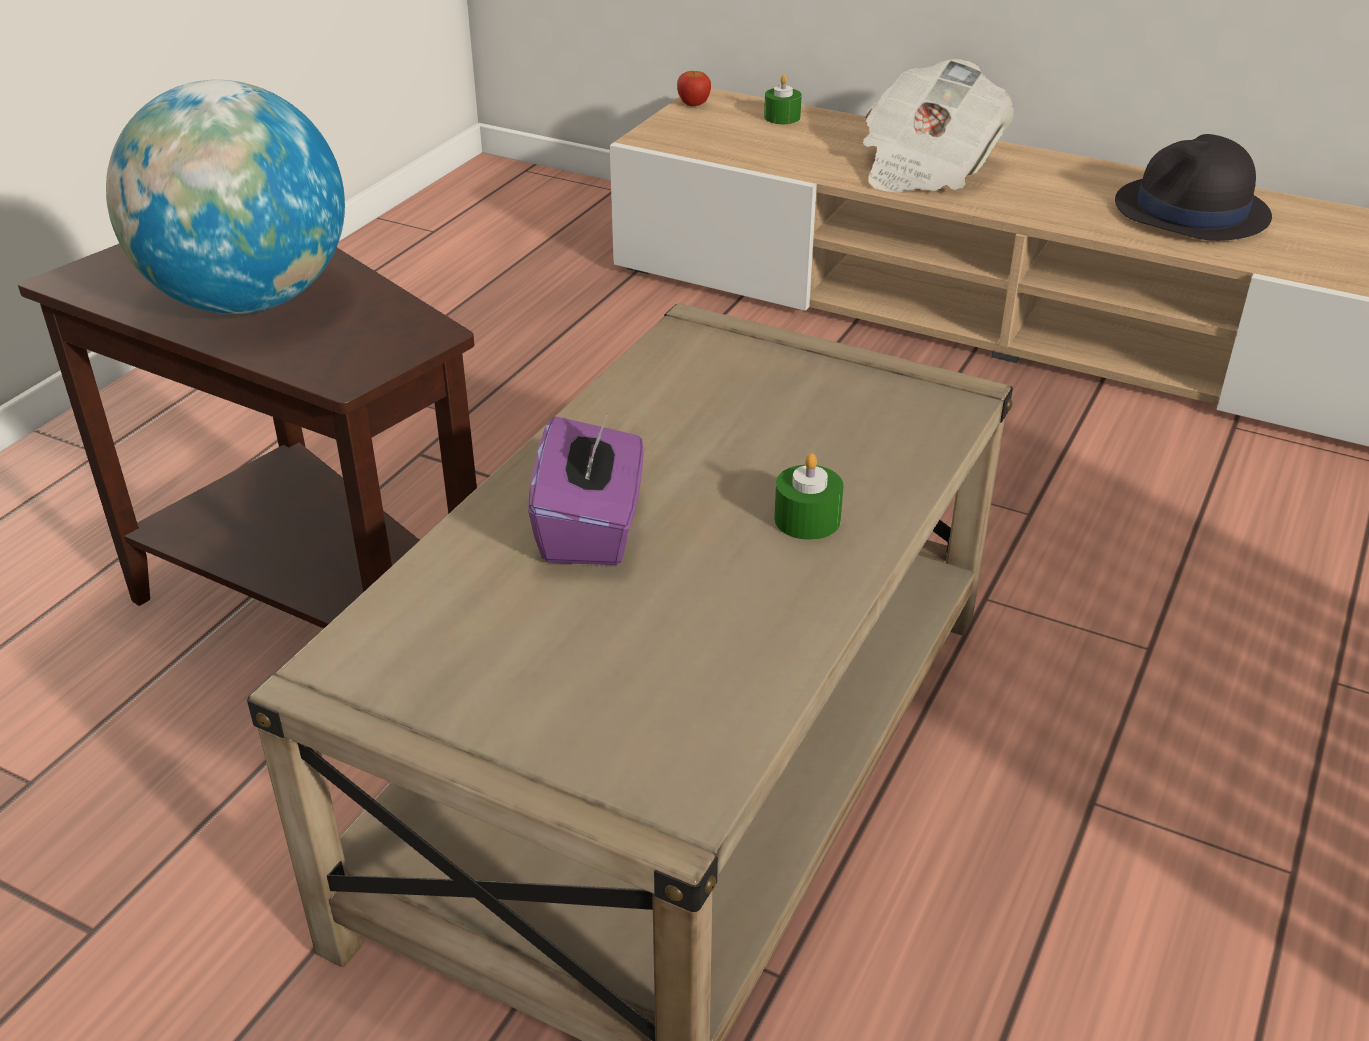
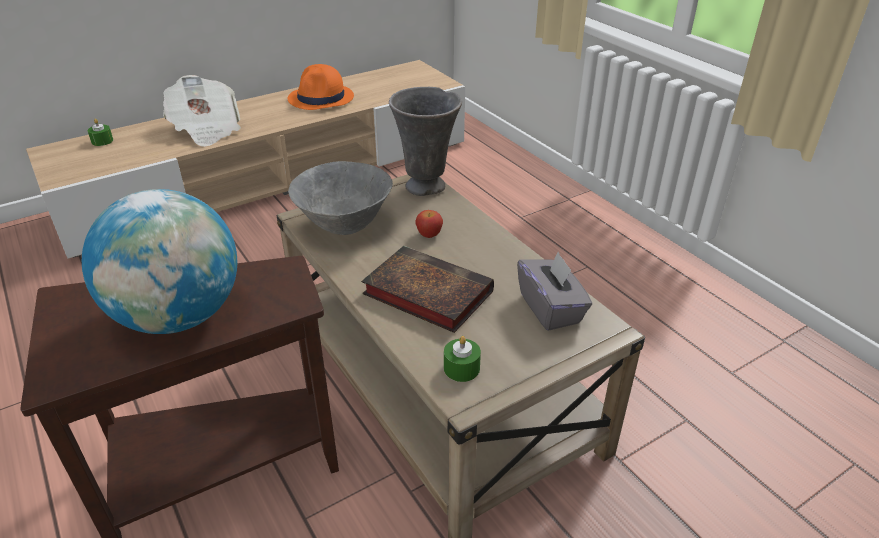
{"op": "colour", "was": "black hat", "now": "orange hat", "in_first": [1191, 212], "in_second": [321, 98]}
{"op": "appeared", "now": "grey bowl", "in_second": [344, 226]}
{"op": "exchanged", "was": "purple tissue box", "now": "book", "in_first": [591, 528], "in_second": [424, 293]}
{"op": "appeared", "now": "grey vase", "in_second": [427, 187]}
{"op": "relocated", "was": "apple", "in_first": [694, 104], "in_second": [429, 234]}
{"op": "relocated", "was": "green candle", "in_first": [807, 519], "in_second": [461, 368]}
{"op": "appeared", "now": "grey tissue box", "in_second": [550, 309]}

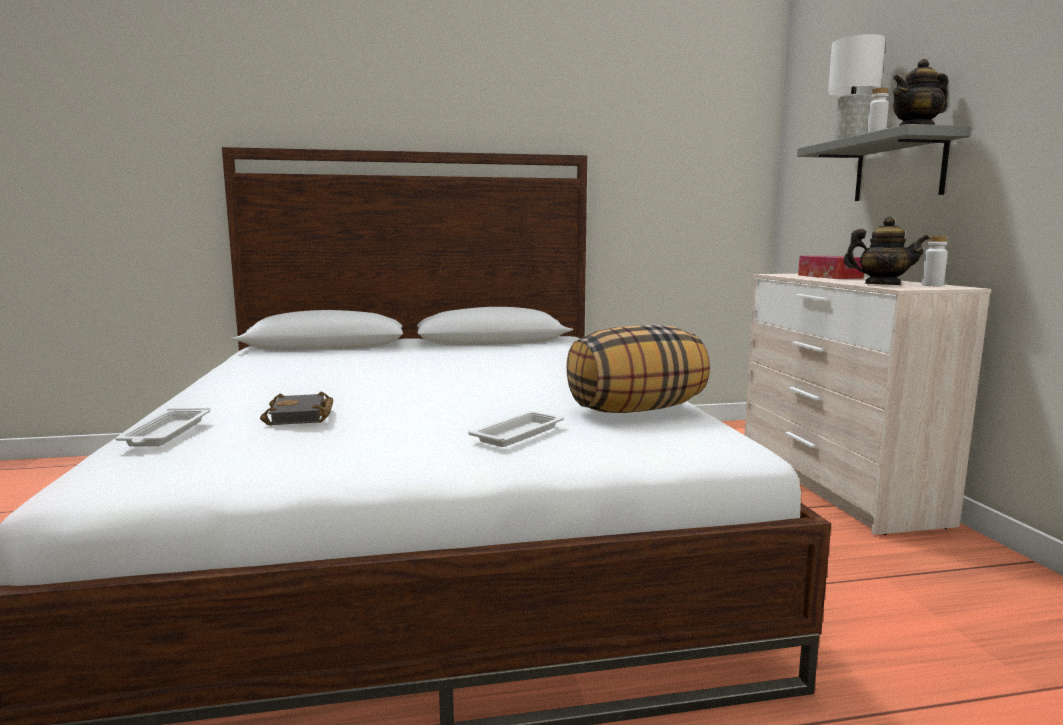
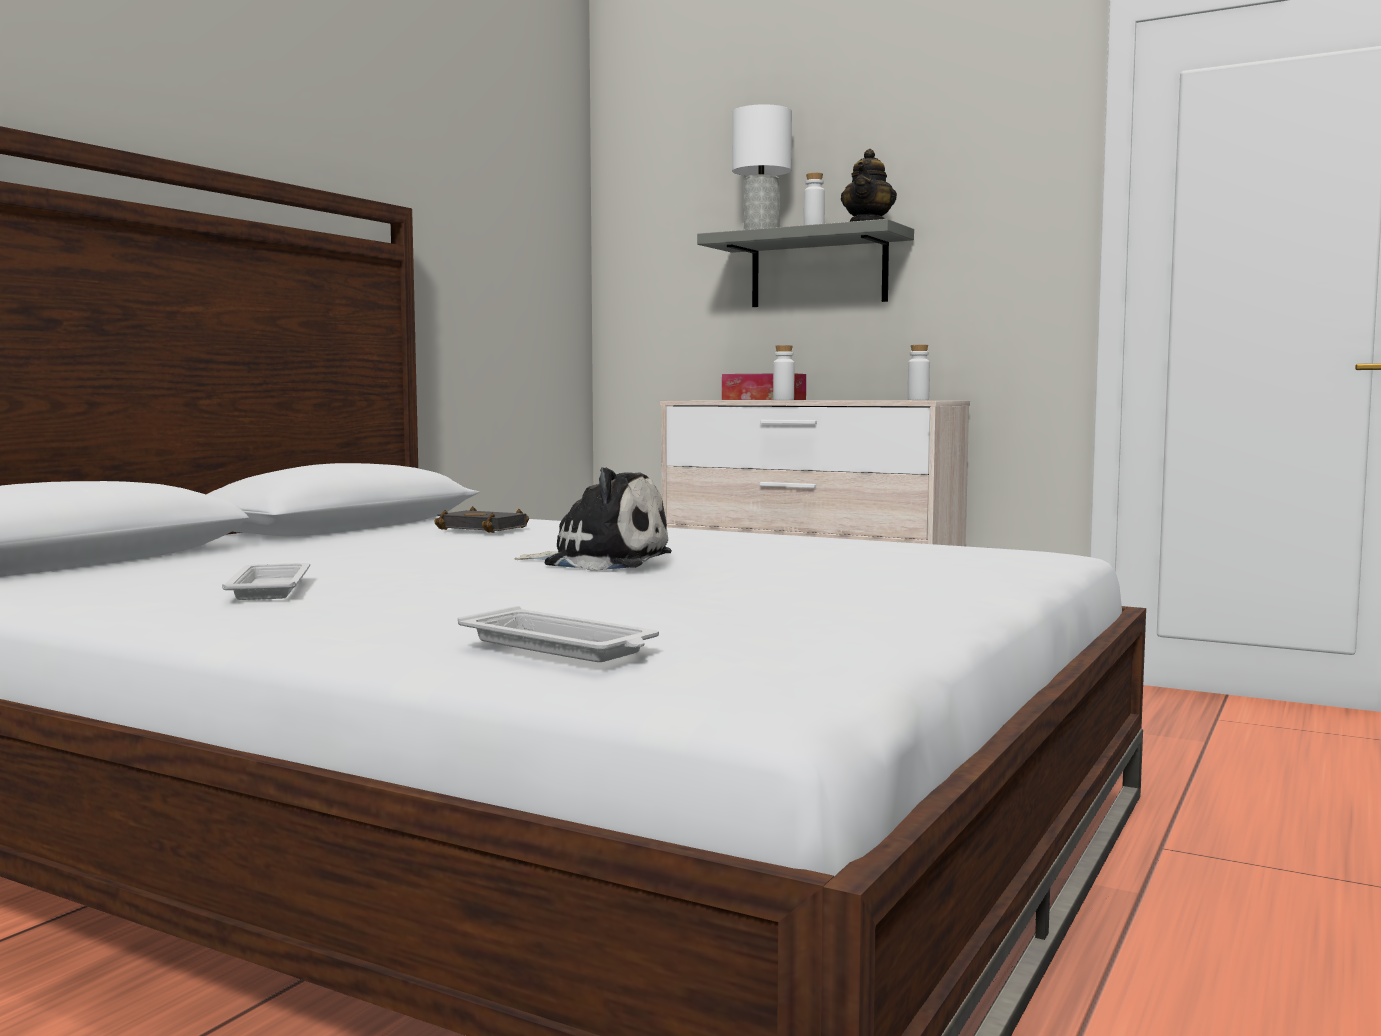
{"op": "relocated", "was": "white tray", "in_first": [519, 434], "in_second": [270, 588]}
{"op": "relocated", "was": "black book", "in_first": [302, 416], "in_second": [486, 528]}
{"op": "appeared", "now": "plush toy", "in_second": [601, 562]}
{"op": "appeared", "now": "white bottle", "in_second": [783, 400]}
{"op": "missing", "was": "pillow", "in_first": [636, 410]}
{"op": "missing", "was": "teapot", "in_first": [882, 285]}

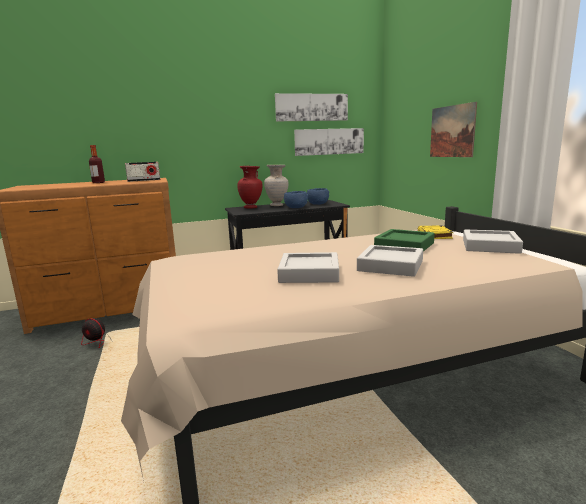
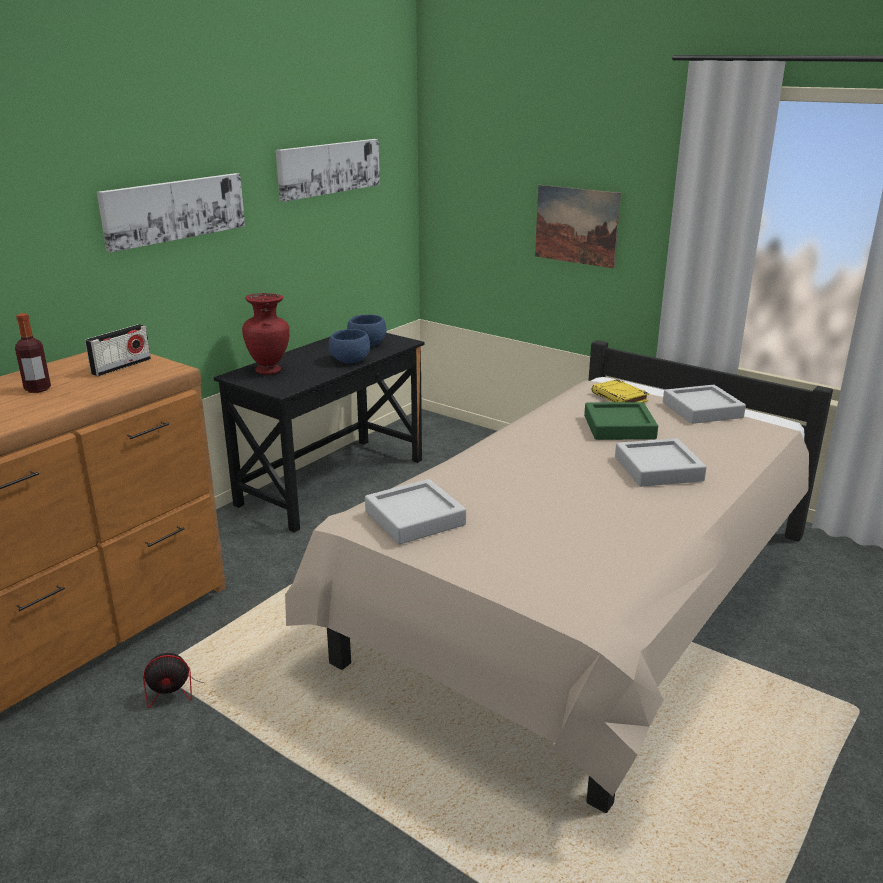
{"op": "relocated", "was": "picture", "in_first": [329, 141], "in_second": [174, 210]}
{"op": "relocated", "was": "grey tray", "in_first": [309, 273], "in_second": [415, 518]}
{"op": "missing", "was": "beige vase", "in_first": [277, 205]}

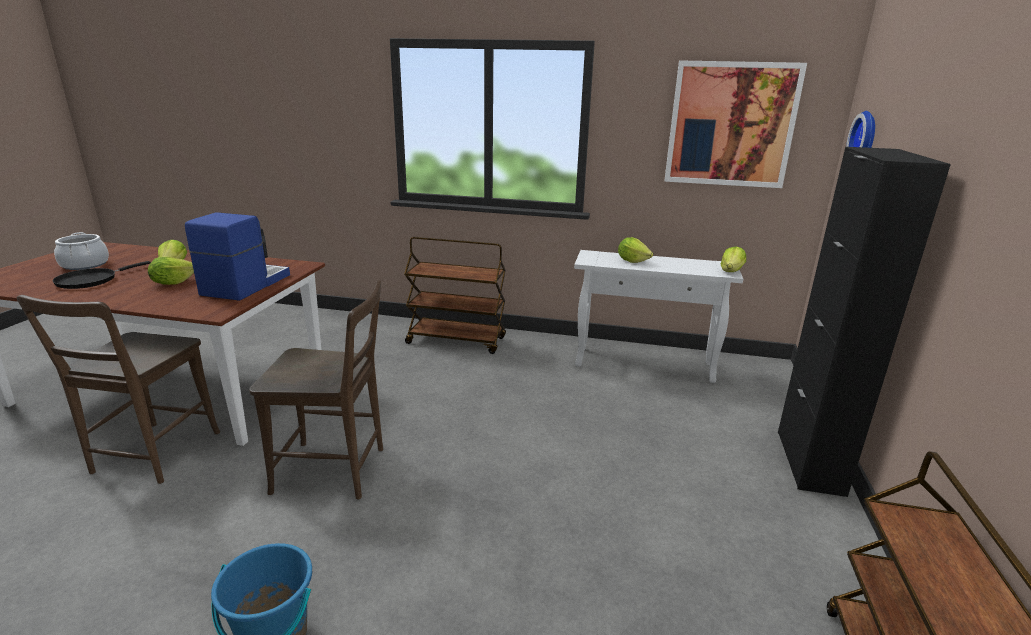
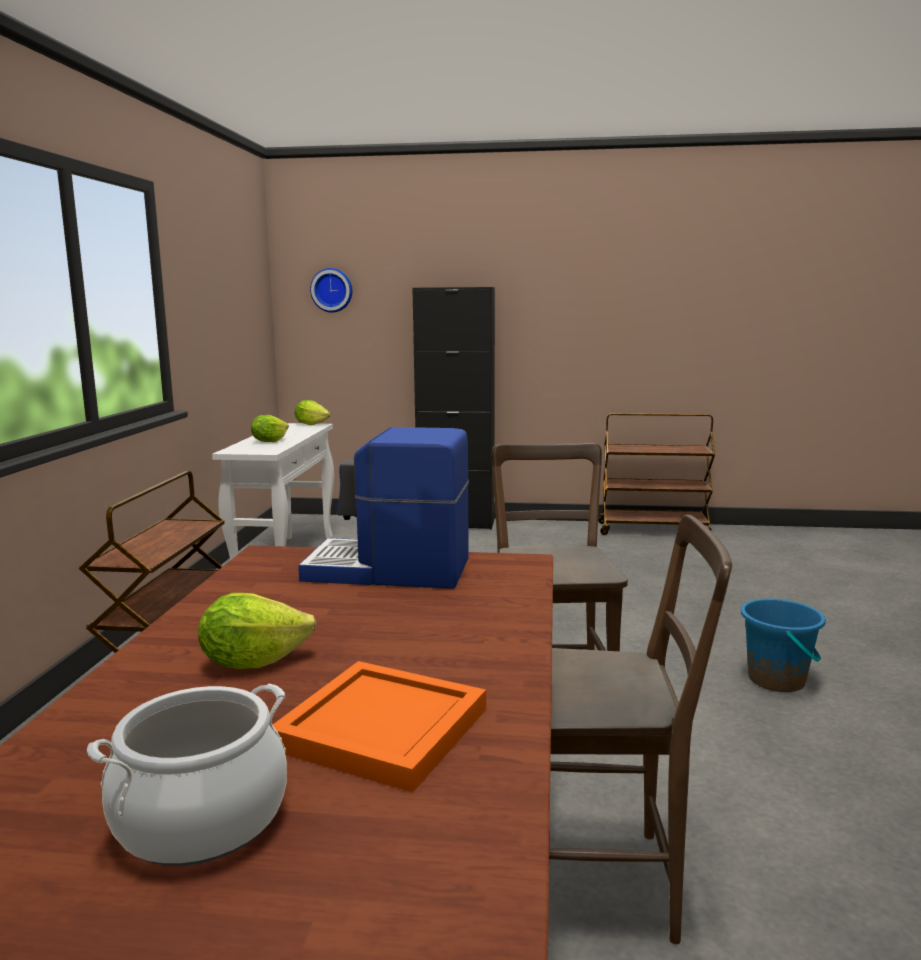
{"op": "exchanged", "was": "black frying pan", "now": "orange tray", "in_first": [91, 280], "in_second": [383, 730]}
{"op": "missing", "was": "lettuce", "in_first": [173, 283]}
{"op": "missing", "was": "picture", "in_first": [731, 125]}

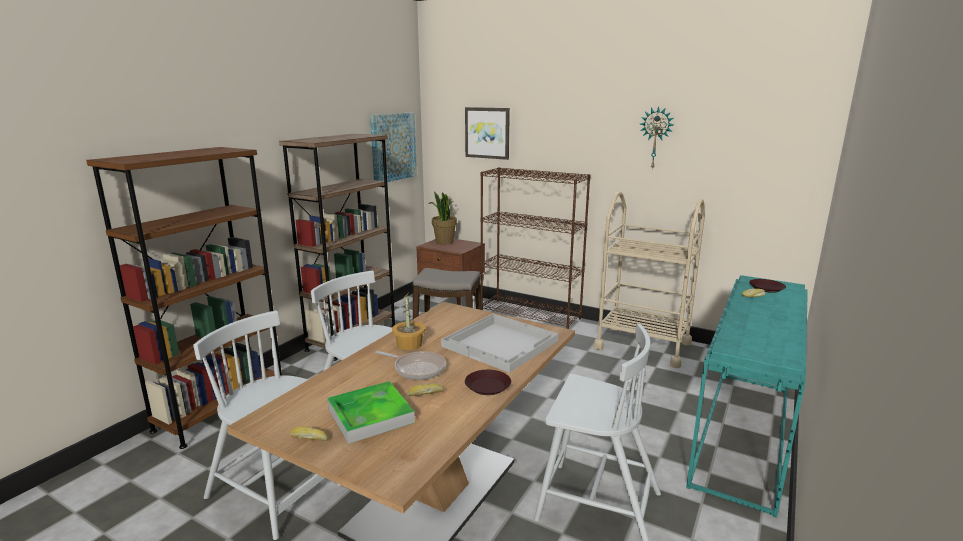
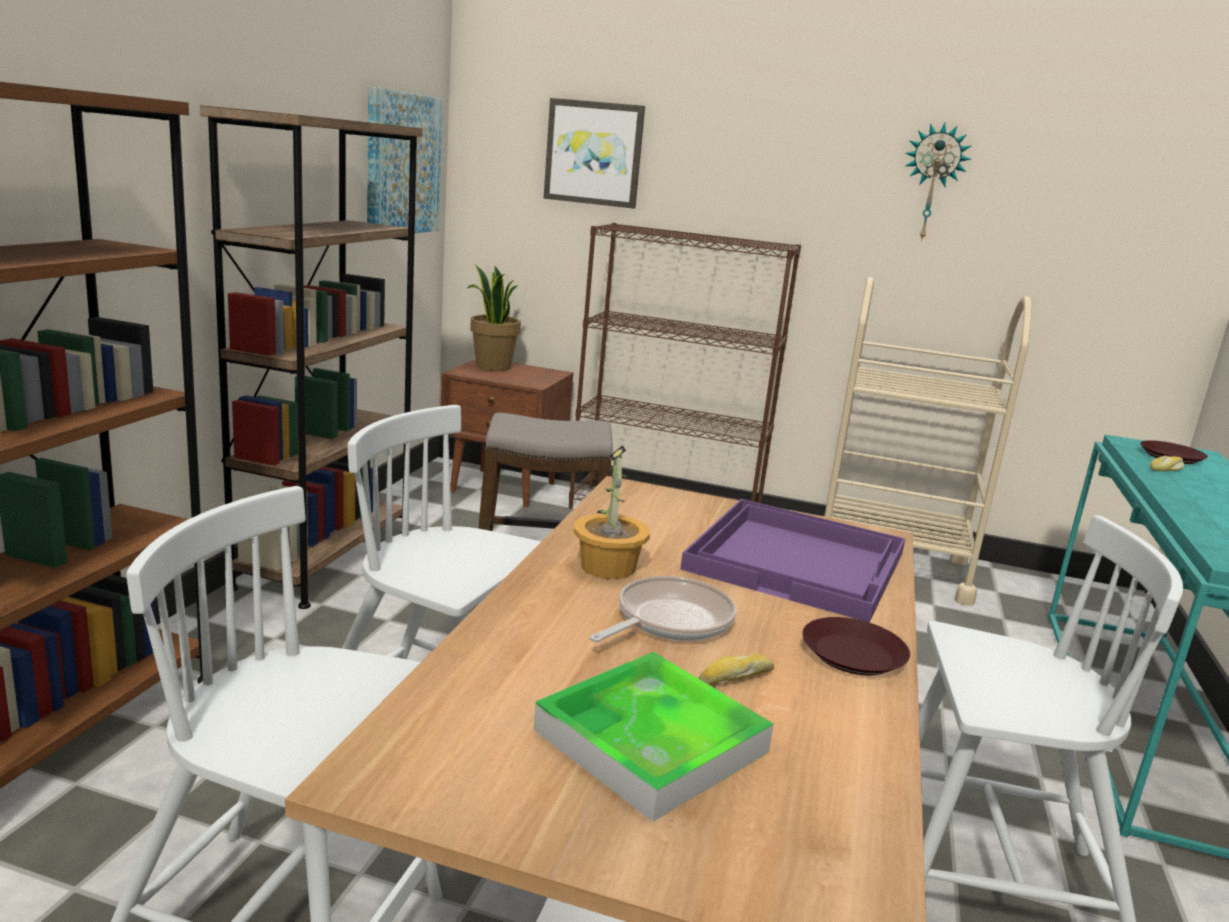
{"op": "spun", "was": "frying pan", "in_first": [417, 369], "in_second": [669, 620], "clockwise": -60}
{"op": "colour", "was": "white tray", "now": "purple tray", "in_first": [501, 343], "in_second": [798, 561]}
{"op": "missing", "was": "bread", "in_first": [310, 438]}

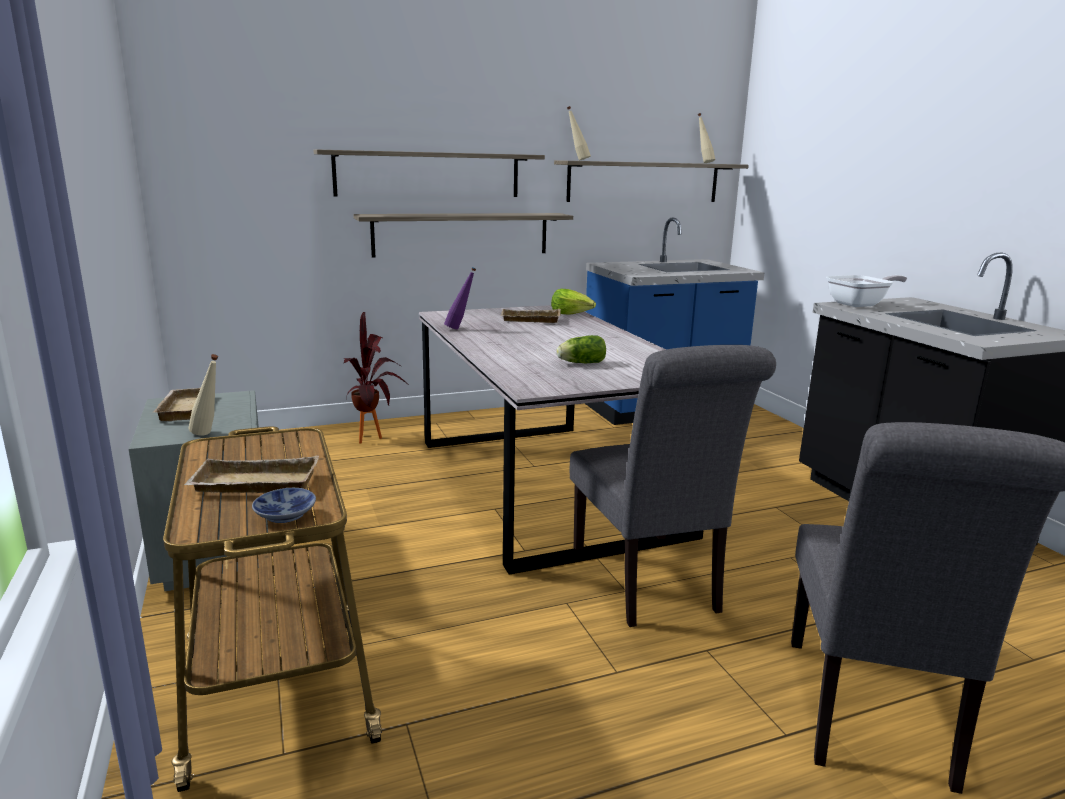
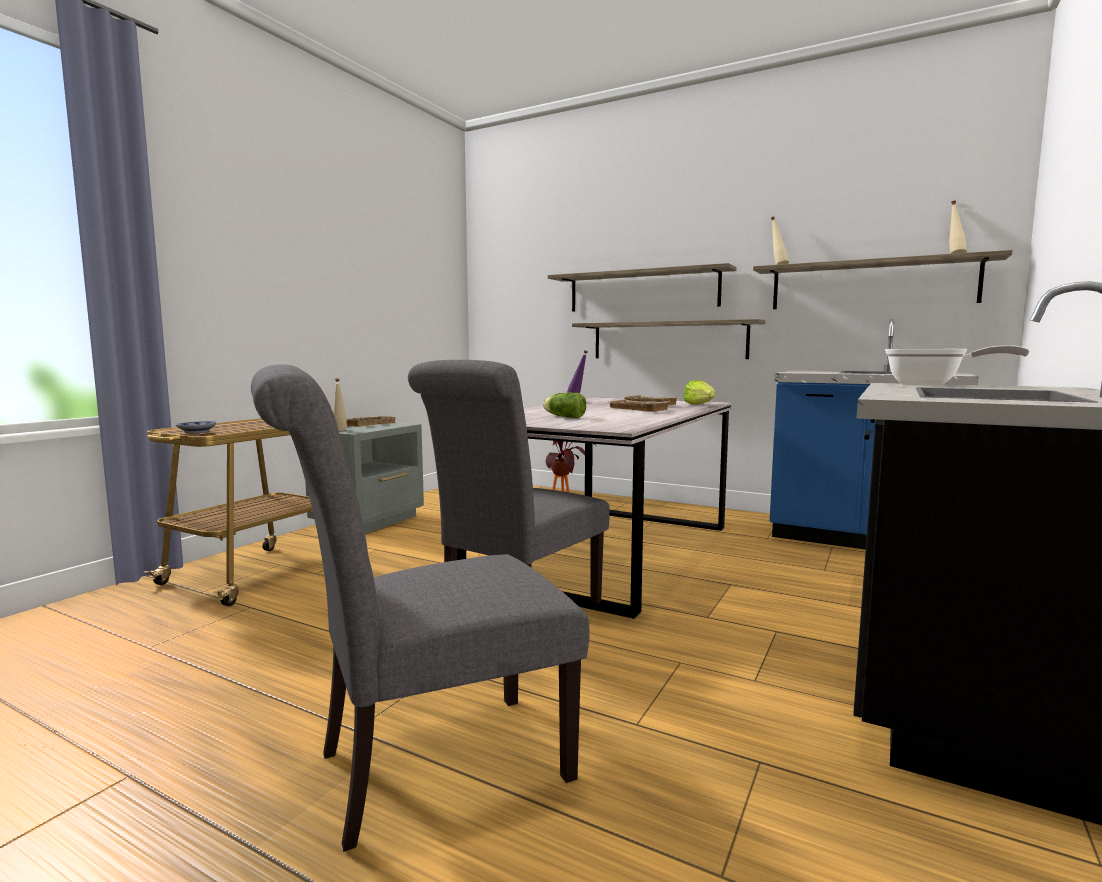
{"op": "relocated", "was": "beige tray", "in_first": [253, 485], "in_second": [635, 409]}

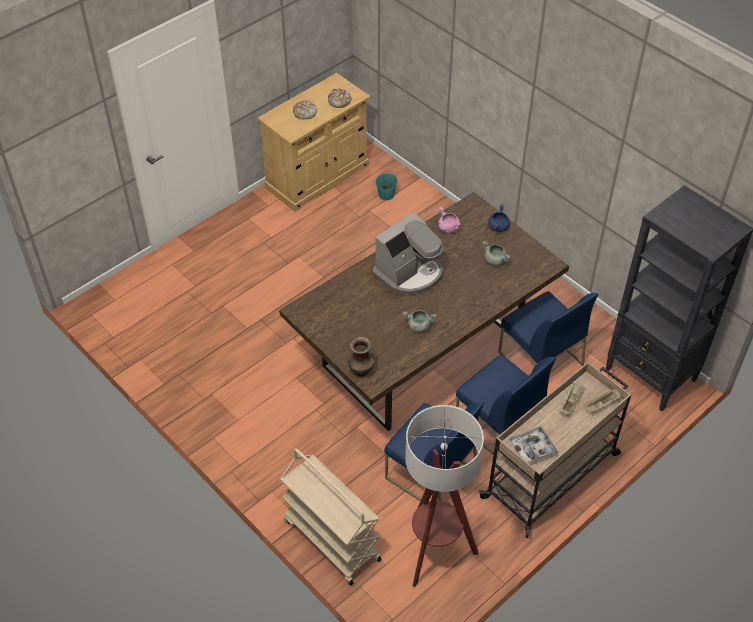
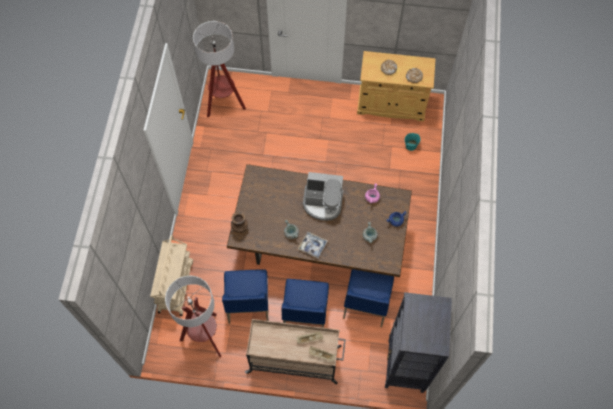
{"op": "appeared", "now": "floor lamp", "in_second": [224, 103]}
{"op": "relocated", "was": "tray", "in_first": [532, 448], "in_second": [312, 246]}

